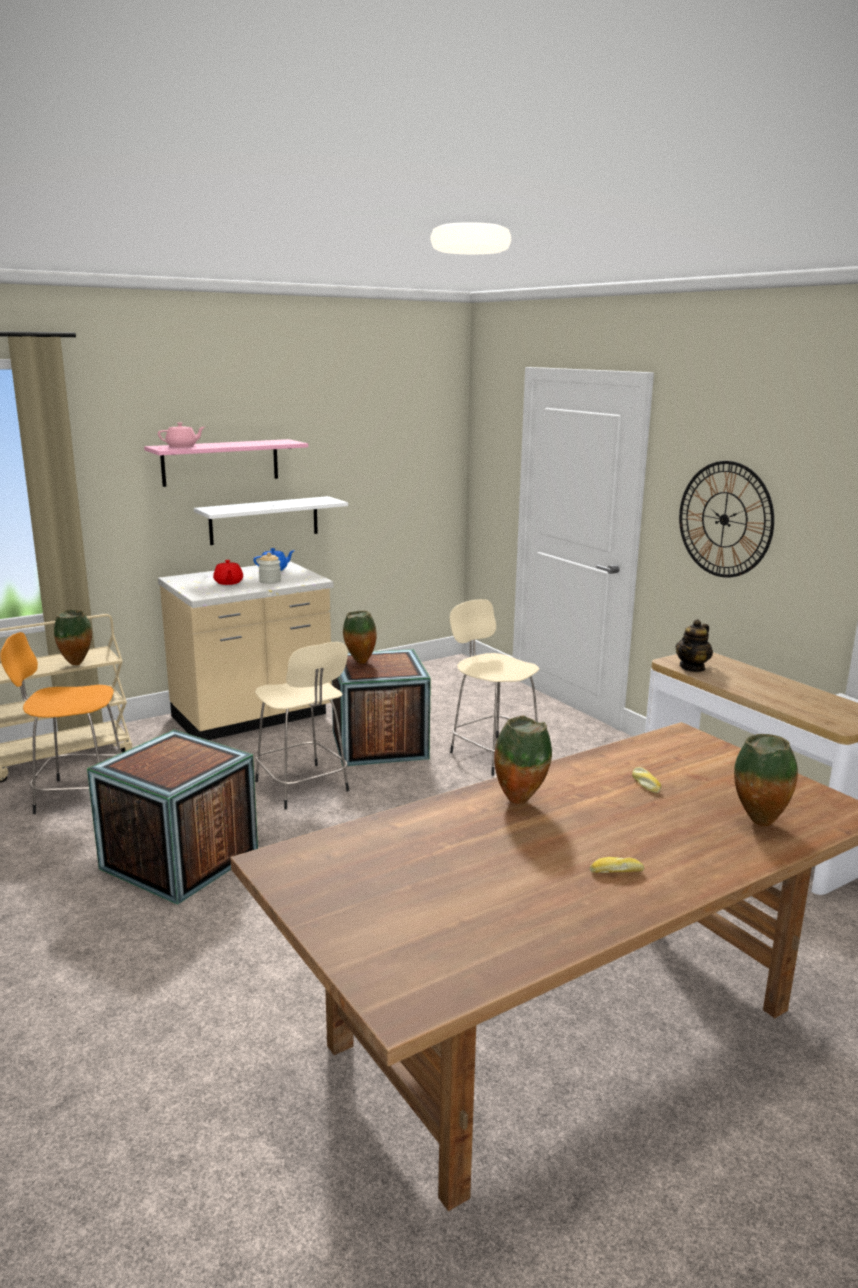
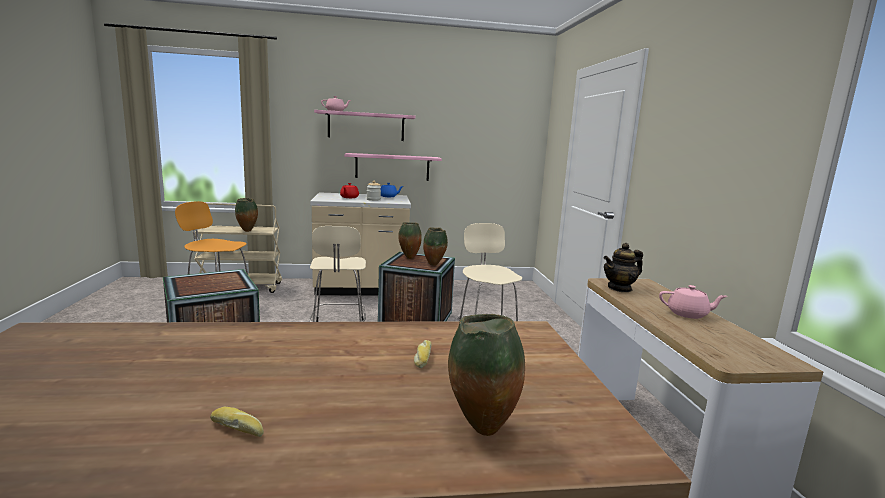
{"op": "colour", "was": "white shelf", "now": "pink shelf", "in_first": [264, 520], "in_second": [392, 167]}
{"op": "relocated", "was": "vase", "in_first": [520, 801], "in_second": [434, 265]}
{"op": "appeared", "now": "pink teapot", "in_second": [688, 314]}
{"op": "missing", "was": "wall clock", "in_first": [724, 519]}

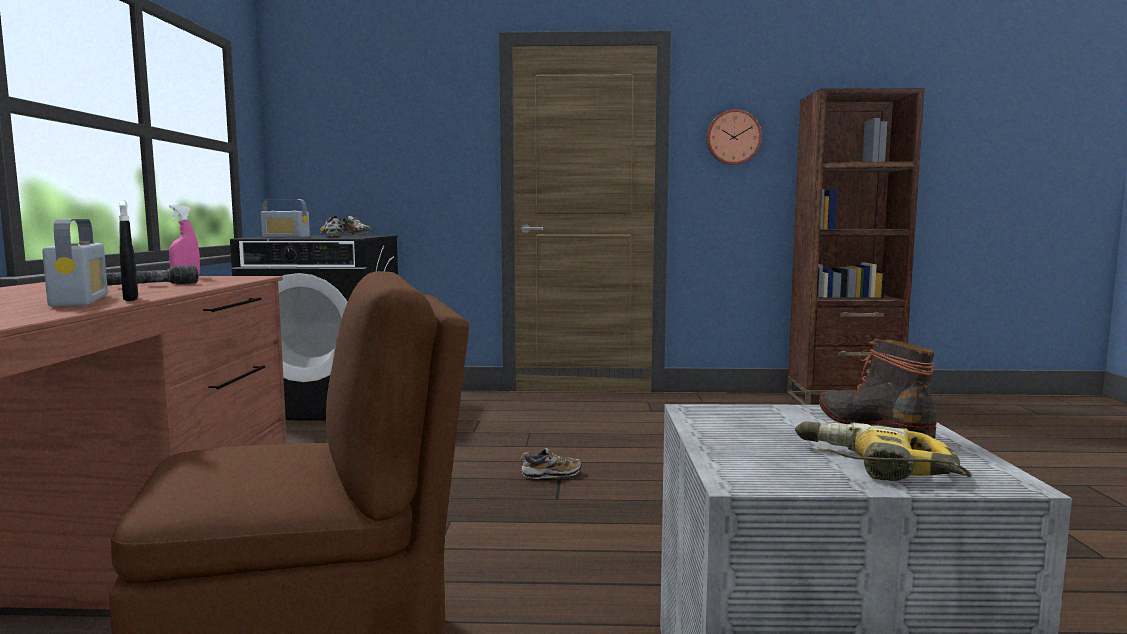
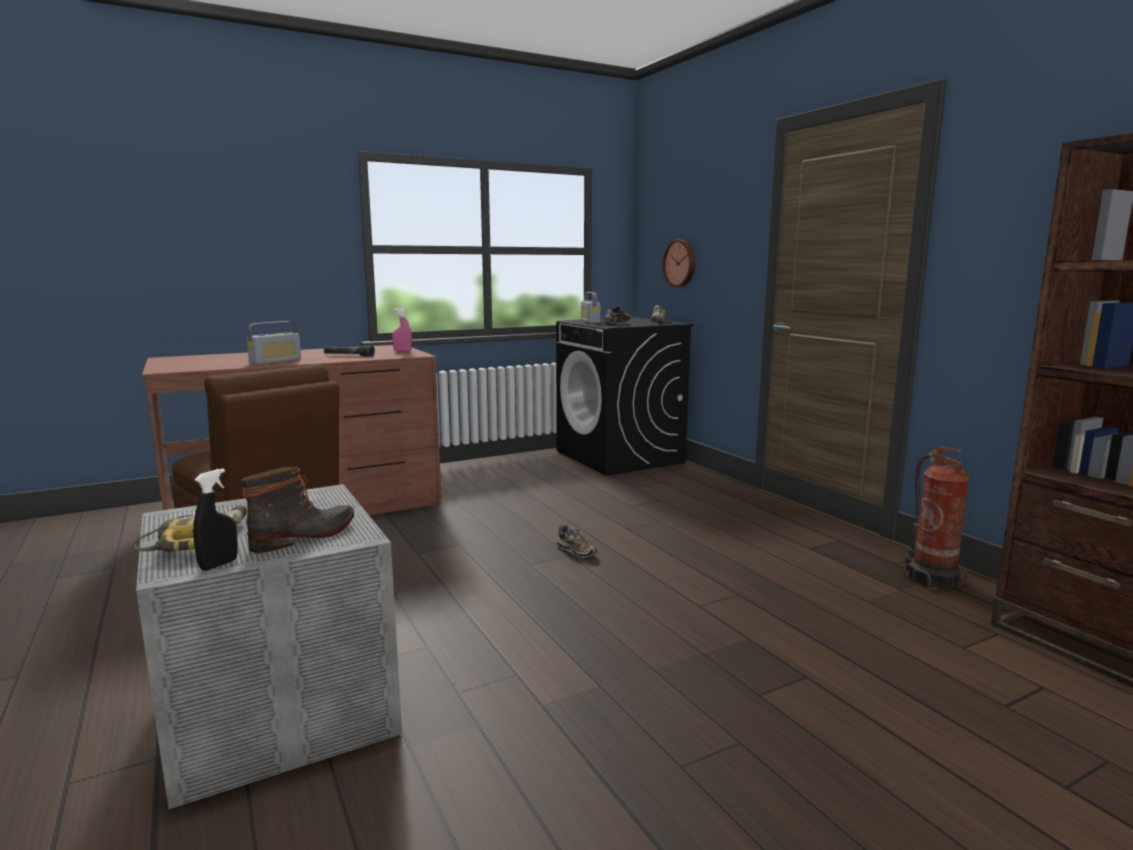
{"op": "relocated", "was": "black spray bottle", "in_first": [131, 299], "in_second": [219, 564]}
{"op": "relocated", "was": "wall clock", "in_first": [733, 137], "in_second": [680, 263]}
{"op": "appeared", "now": "fire extinguisher", "in_second": [931, 578]}

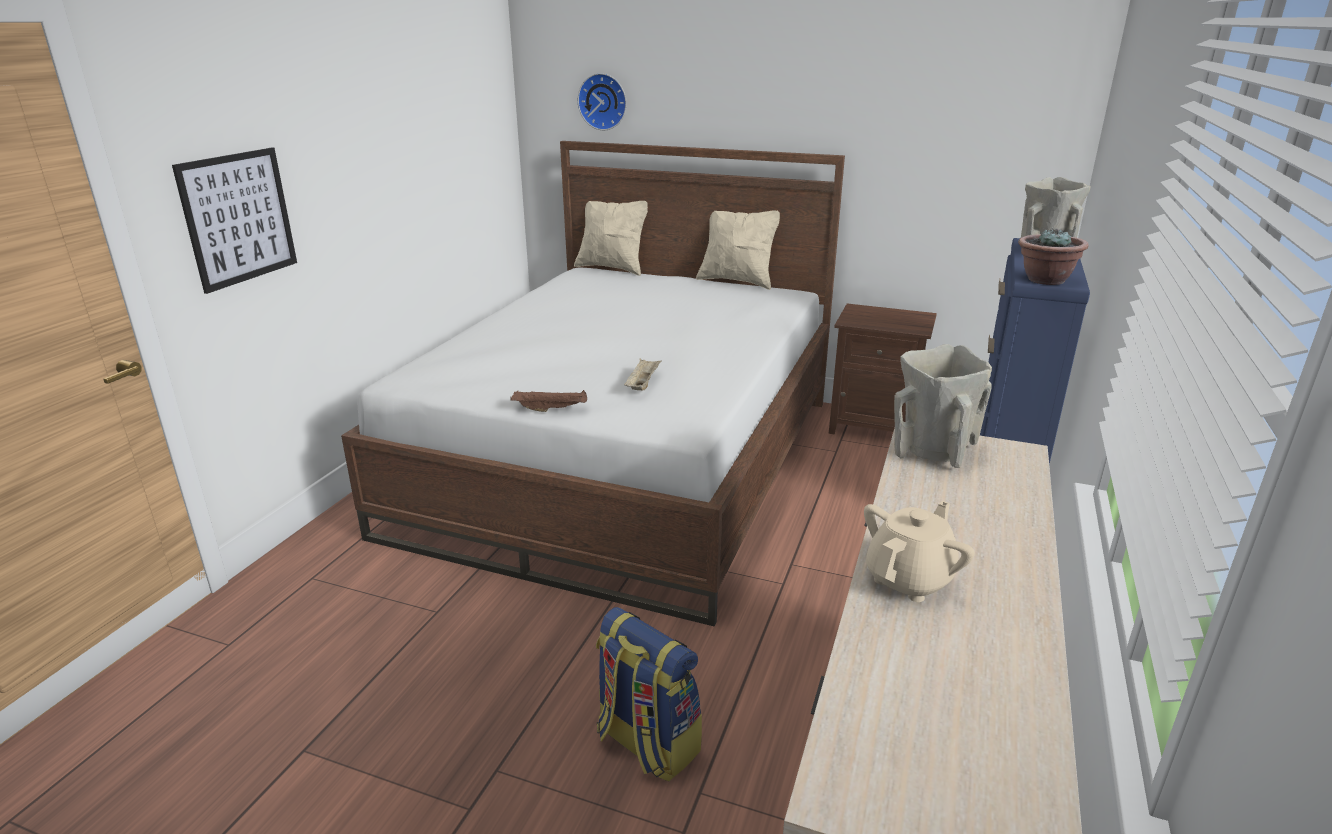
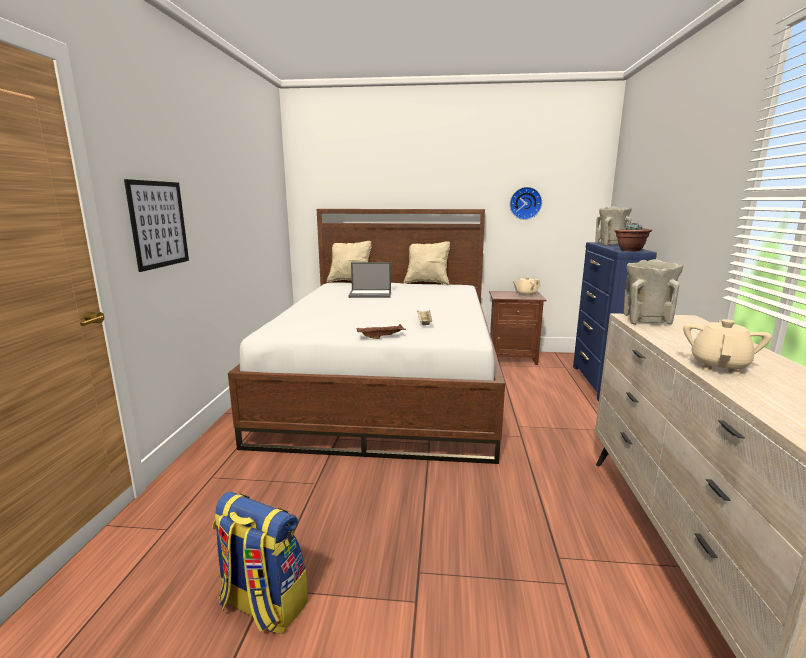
{"op": "relocated", "was": "backpack", "in_first": [646, 743], "in_second": [262, 605]}
{"op": "appeared", "now": "laptop", "in_second": [371, 294]}
{"op": "relocated", "was": "wall clock", "in_first": [603, 101], "in_second": [525, 203]}
{"op": "appeared", "now": "beige teapot", "in_second": [525, 295]}

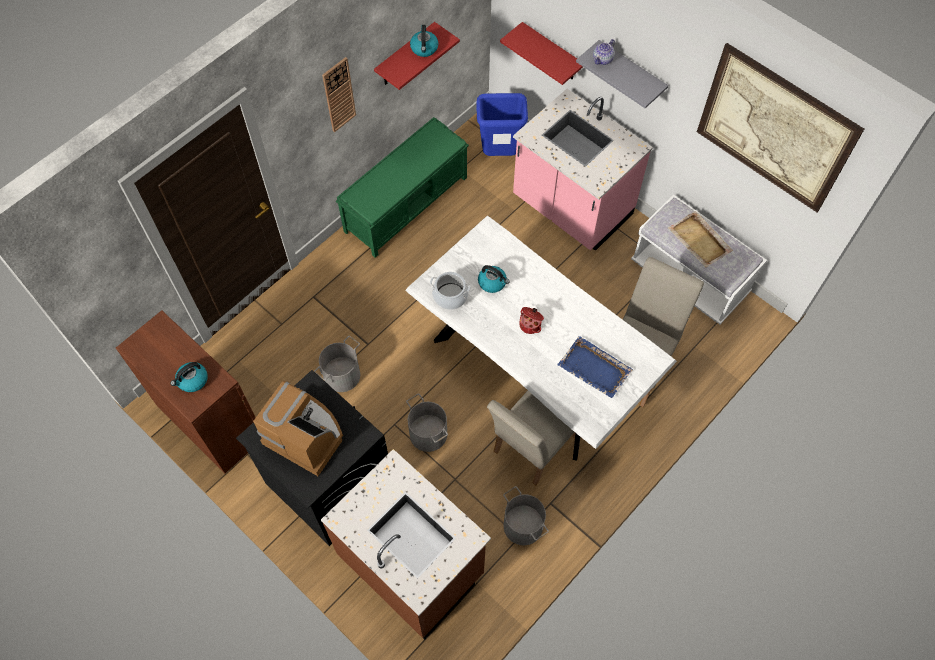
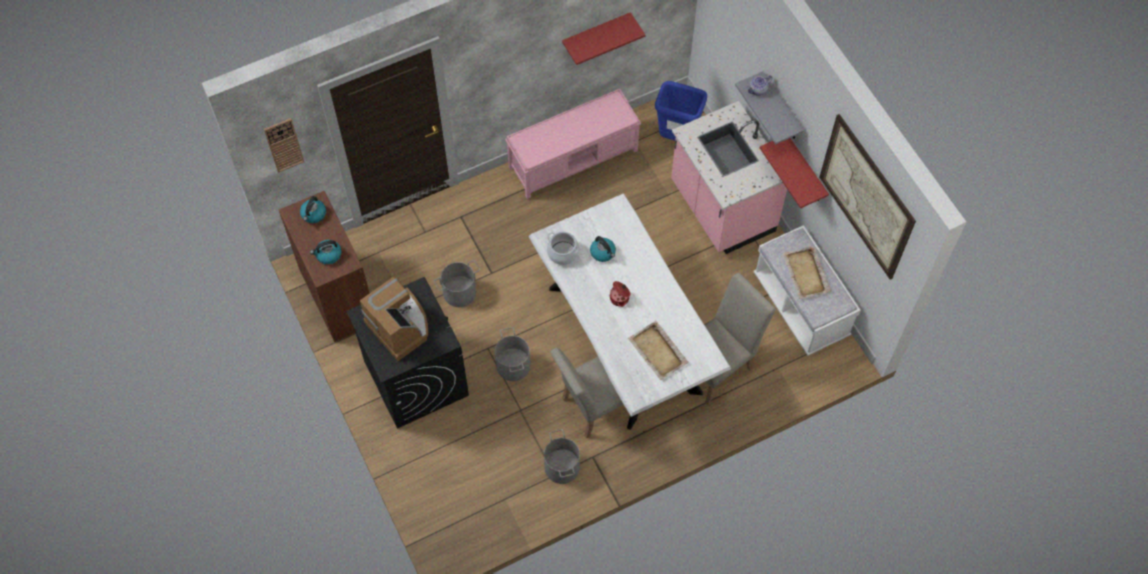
{"op": "relocated", "was": "wall clock", "in_first": [339, 95], "in_second": [284, 144]}
{"op": "relocated", "was": "kettle", "in_first": [424, 49], "in_second": [313, 214]}
{"op": "colour", "was": "green bench", "now": "pink bench", "in_first": [407, 203], "in_second": [574, 158]}
{"op": "colour", "was": "blue tray", "now": "beige tray", "in_first": [595, 368], "in_second": [658, 352]}
{"op": "relocated", "was": "red shelf", "in_first": [552, 53], "in_second": [806, 171]}
{"op": "missing", "was": "brown counter", "in_first": [412, 564]}

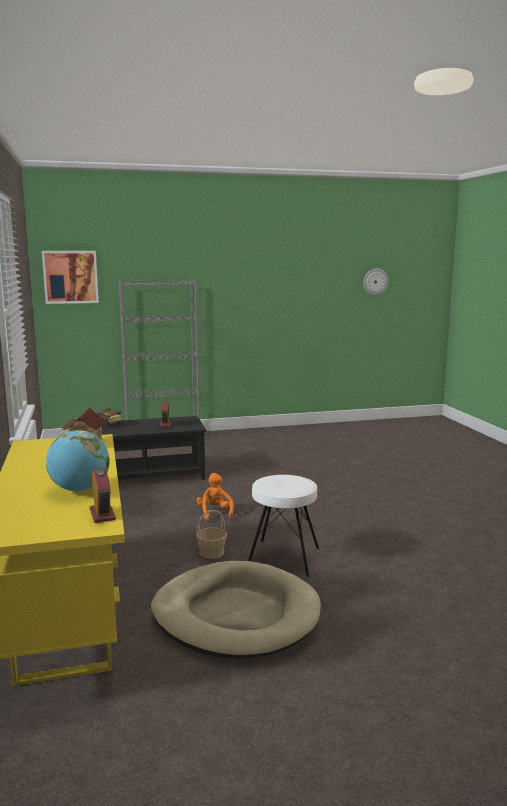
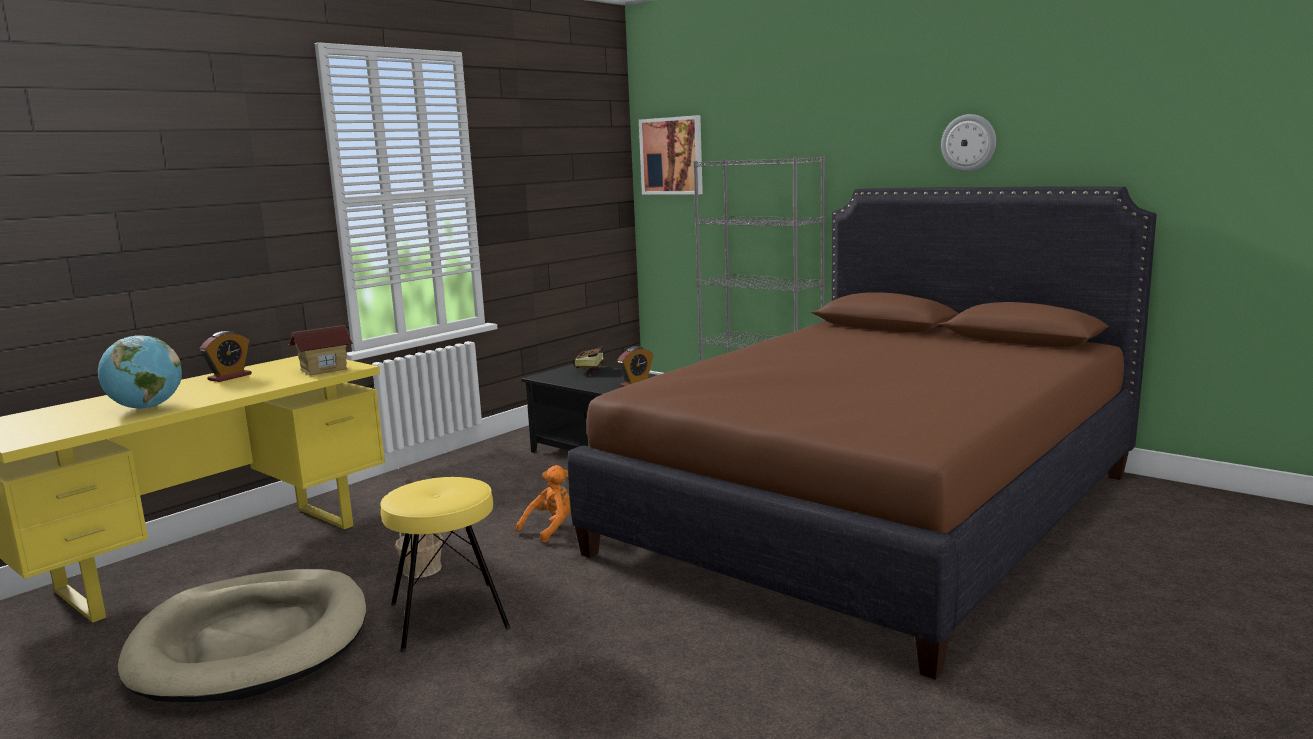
{"op": "relocated", "was": "alarm clock", "in_first": [102, 514], "in_second": [230, 377]}
{"op": "colour", "was": "white stool", "now": "yellow stool", "in_first": [284, 558], "in_second": [448, 616]}
{"op": "appeared", "now": "brown bed", "in_second": [872, 512]}
{"op": "relocated", "was": "wall clock", "in_first": [375, 282], "in_second": [969, 143]}

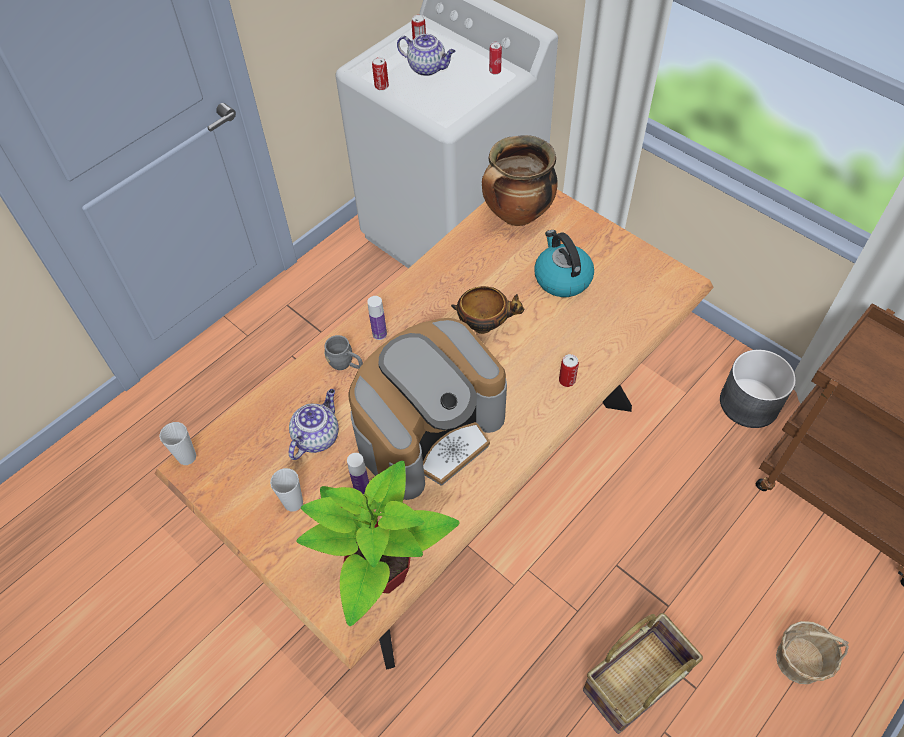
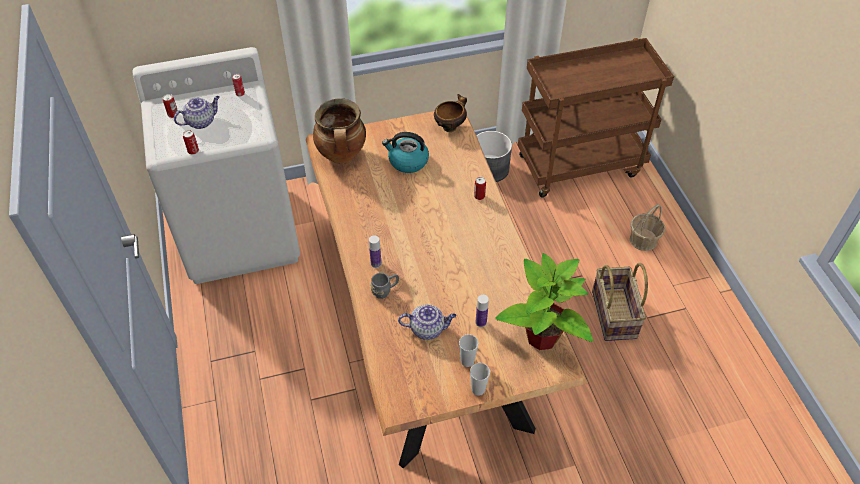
{"op": "spun", "was": "teapot", "in_first": [317, 436], "in_second": [428, 329], "clockwise": 120}
{"op": "relocated", "was": "bowl", "in_first": [485, 325], "in_second": [450, 126]}
{"op": "relocated", "was": "cup", "in_first": [187, 457], "in_second": [478, 389]}
{"op": "missing", "was": "coffee machine", "in_first": [429, 430]}

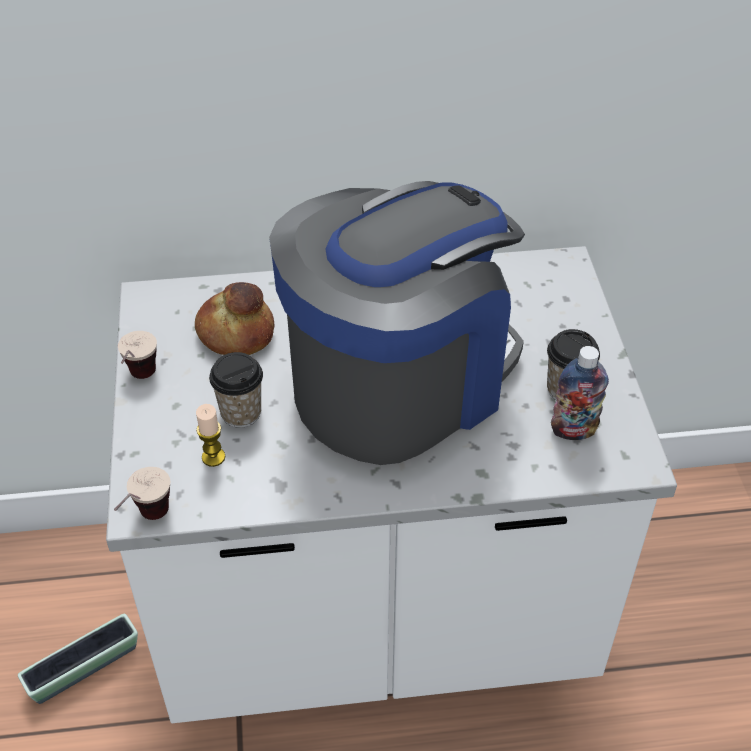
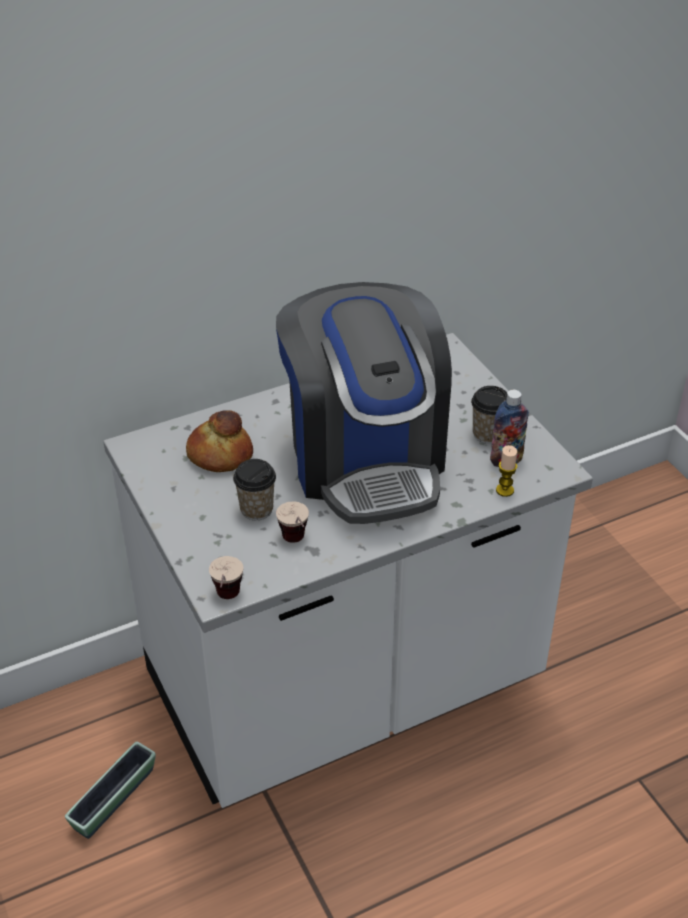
{"op": "spun", "was": "coffee machine", "in_first": [400, 382], "in_second": [365, 459], "clockwise": 135}
{"op": "relocated", "was": "cup", "in_first": [140, 381], "in_second": [296, 544]}
{"op": "relocated", "was": "candle", "in_first": [213, 457], "in_second": [504, 490]}

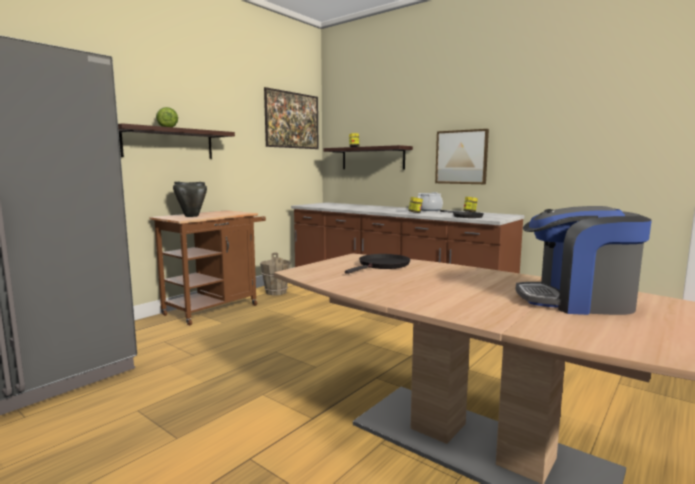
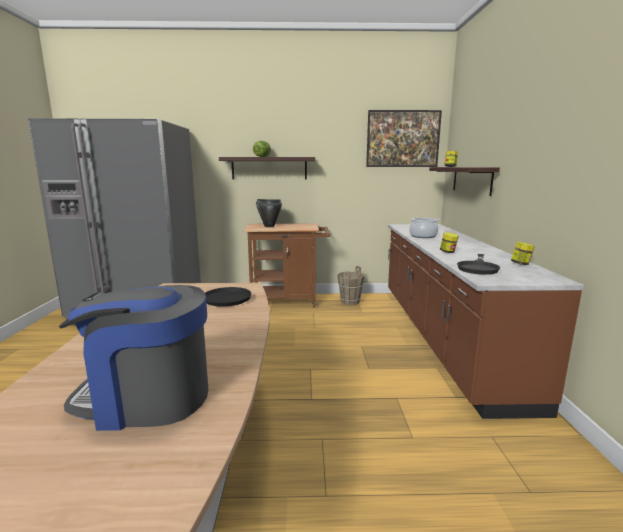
{"op": "spun", "was": "coffee machine", "in_first": [577, 301], "in_second": [147, 398], "clockwise": -60}
{"op": "relocated", "was": "cooking pot", "in_first": [429, 210], "in_second": [423, 236]}
{"op": "missing", "was": "picture", "in_first": [461, 157]}

